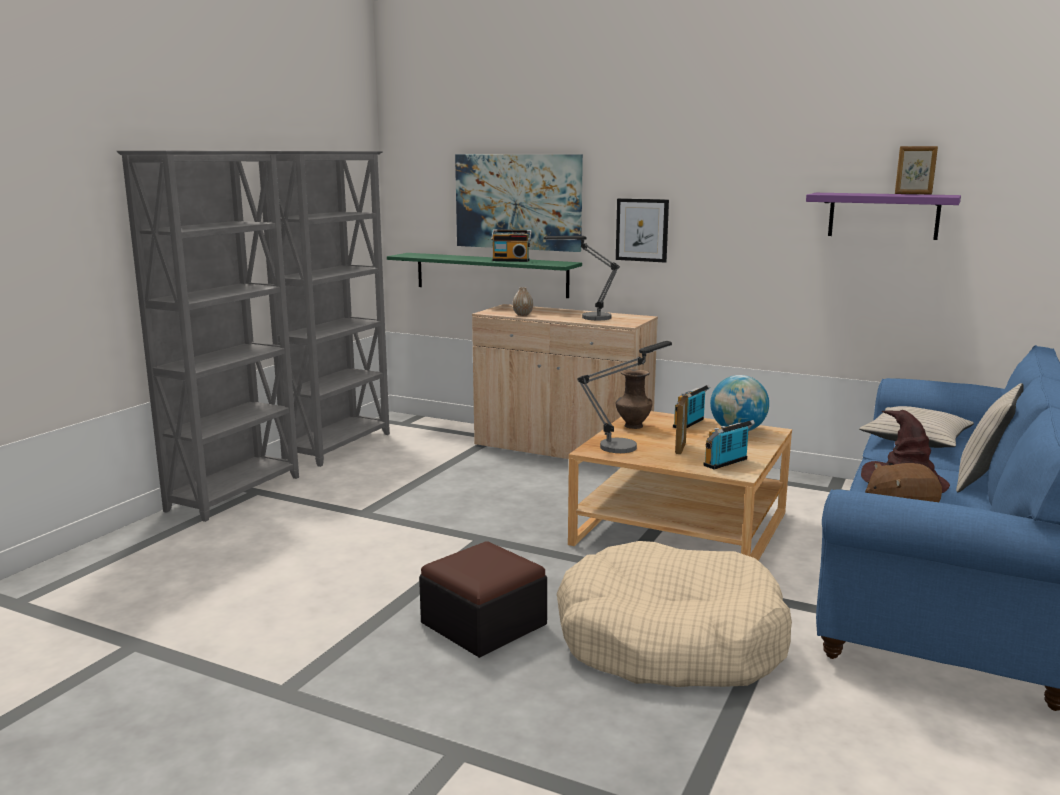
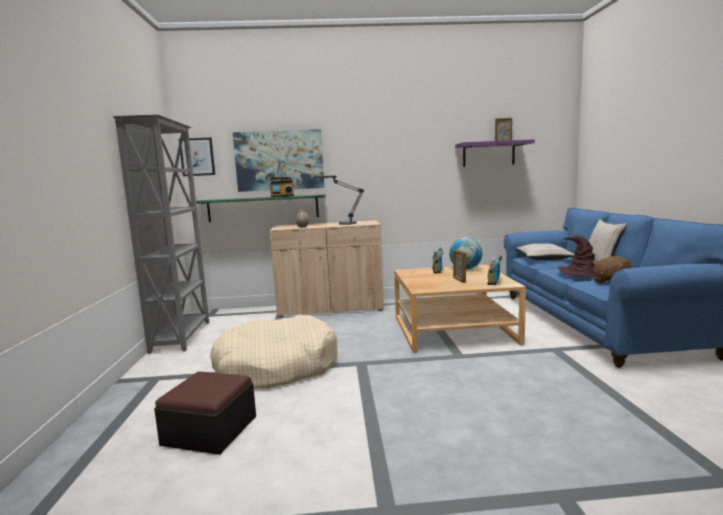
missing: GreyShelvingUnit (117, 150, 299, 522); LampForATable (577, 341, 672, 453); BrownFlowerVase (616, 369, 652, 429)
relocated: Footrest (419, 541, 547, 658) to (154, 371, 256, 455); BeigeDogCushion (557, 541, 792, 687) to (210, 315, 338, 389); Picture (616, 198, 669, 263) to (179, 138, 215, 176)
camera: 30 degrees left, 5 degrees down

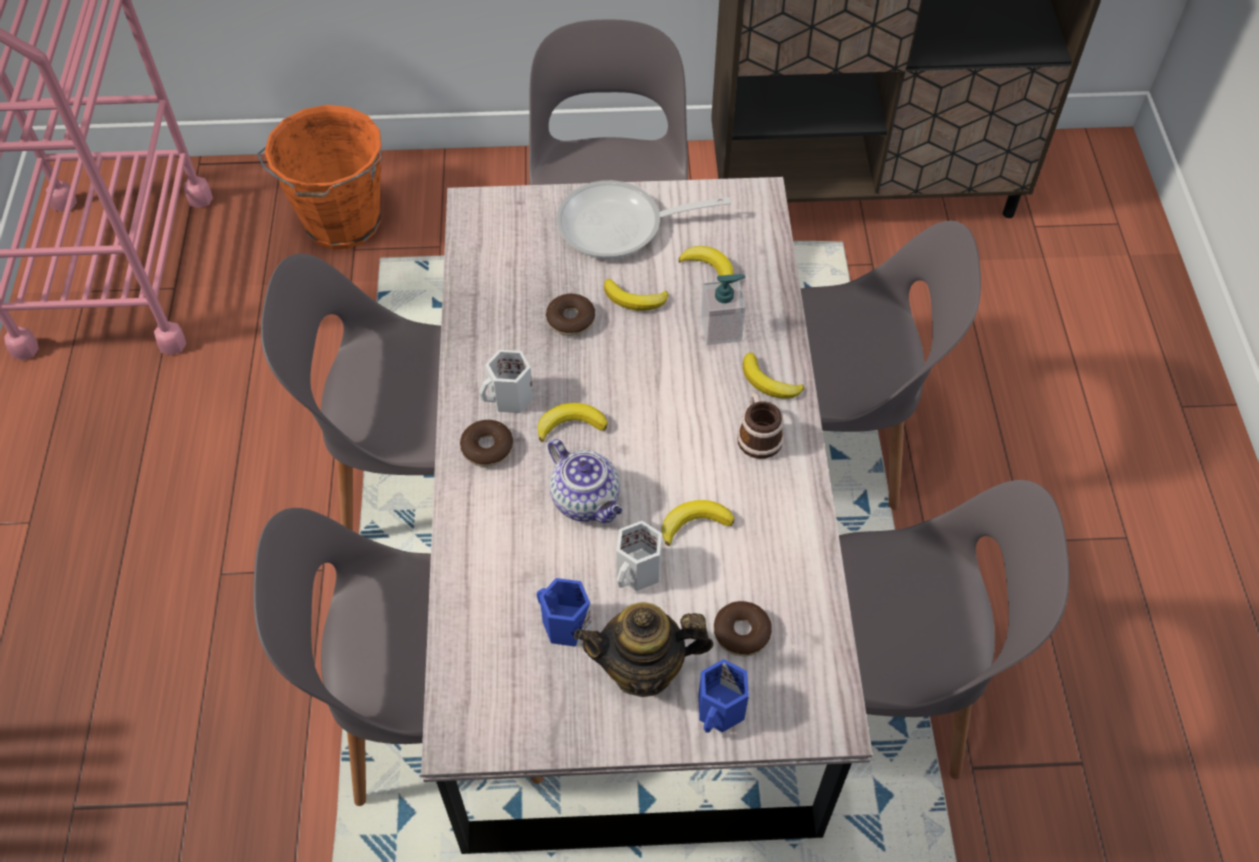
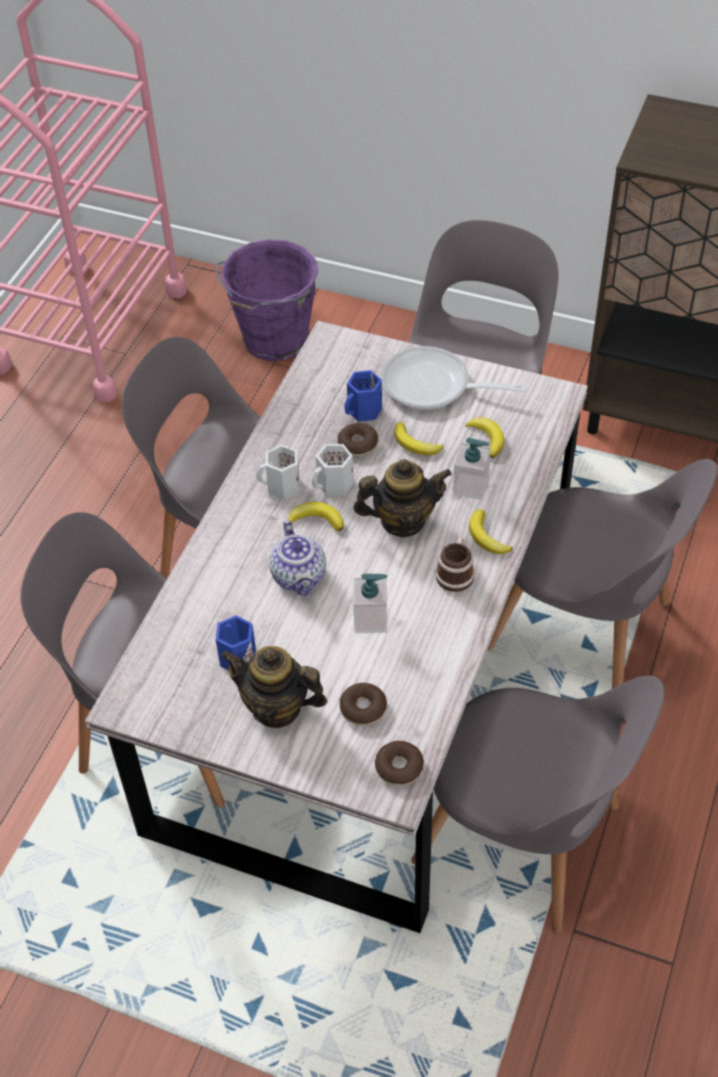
appeared: TeaPot (353, 459, 452, 537)
relocated: Doughnut (460, 420, 513, 467) to (375, 741, 424, 786); WhiteCoffeeMug (616, 521, 662, 591) to (312, 444, 354, 496); BlueColouredCoffeeMug (698, 659, 749, 732) to (344, 370, 382, 422)
exchanged: Banana (662, 500, 734, 546) to SoapDispenser (353, 574, 387, 633)
colour: OrangeyBucket (257, 105, 382, 249) to PurplishBucket (216, 239, 318, 361)
camera: 25 degrees right, 5 degrees down

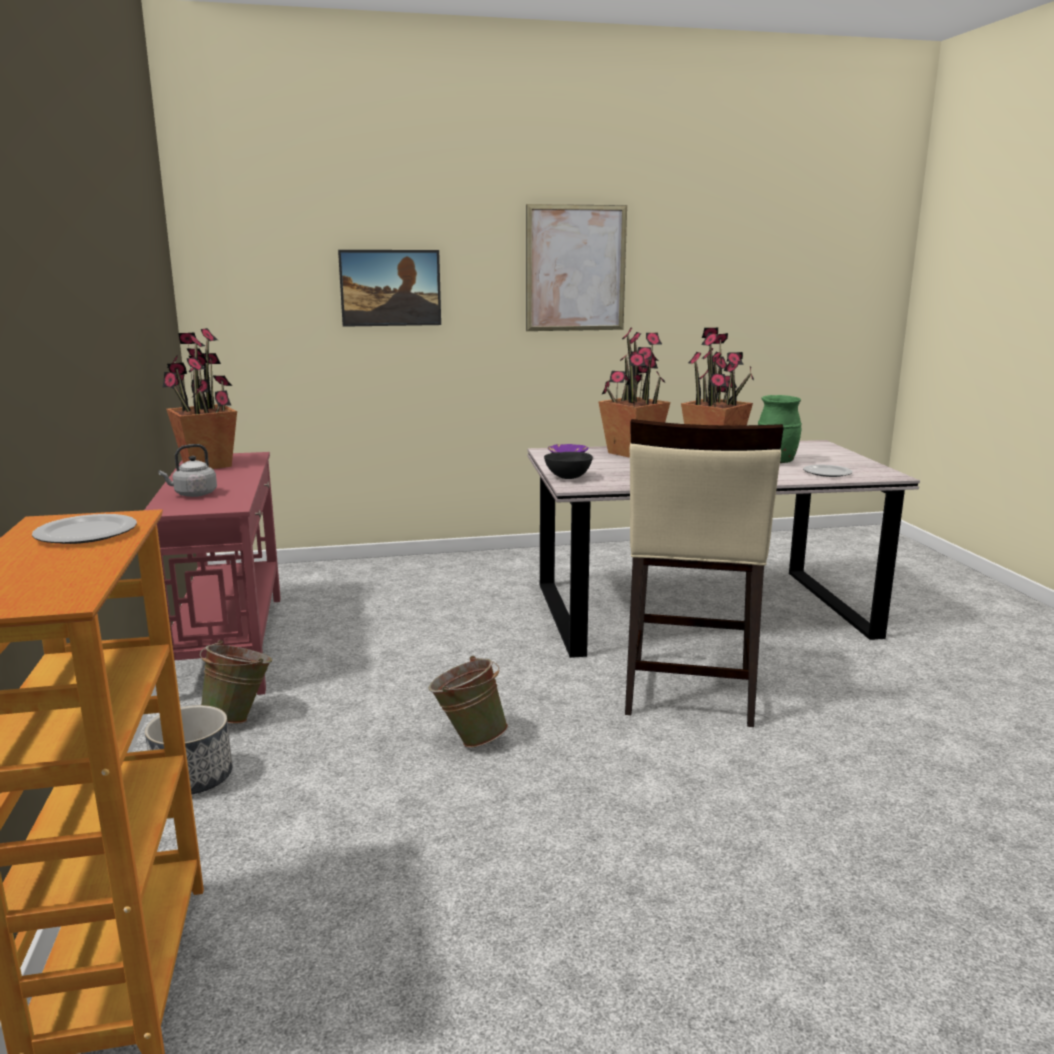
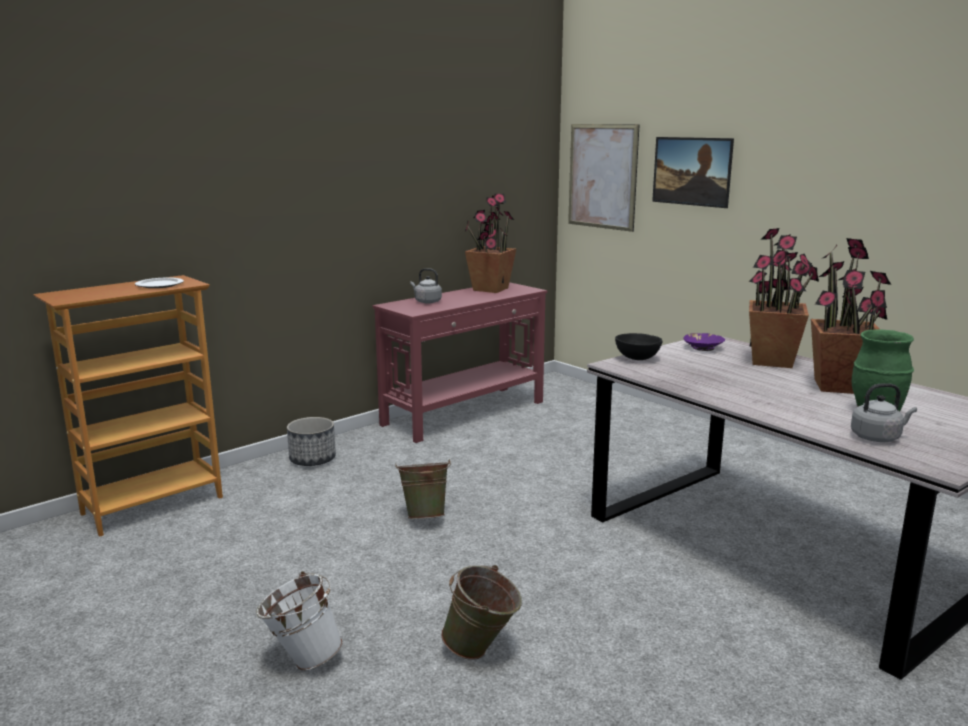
missing: BeigeStoolSeat (625, 419, 784, 727)
appeared: WhiteBucket (256, 571, 343, 670)
relocated: GreenBucket (200, 640, 272, 724) to (441, 565, 522, 660); Picture (526, 204, 627, 331) to (568, 124, 640, 232)
exchanged: DinnerPlate (803, 464, 853, 477) to GreyKettle (851, 383, 917, 442)
camera: 60 degrees right, 0 degrees up

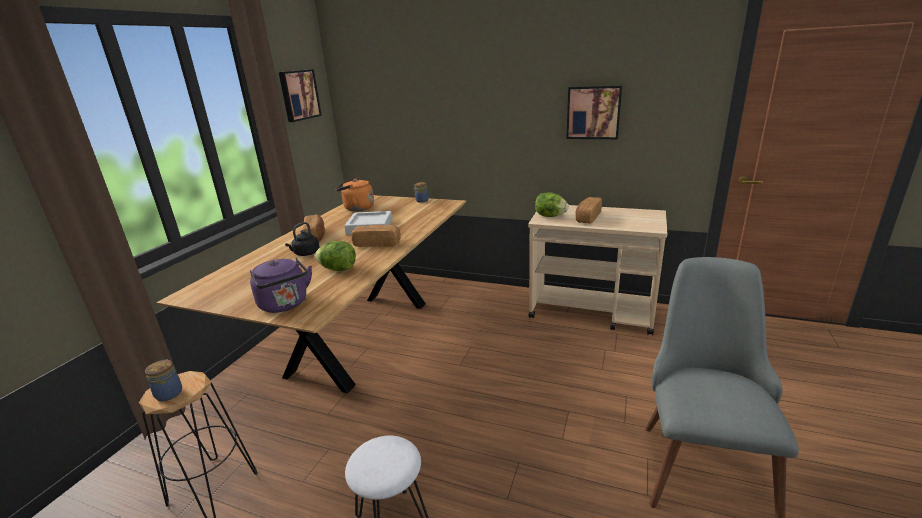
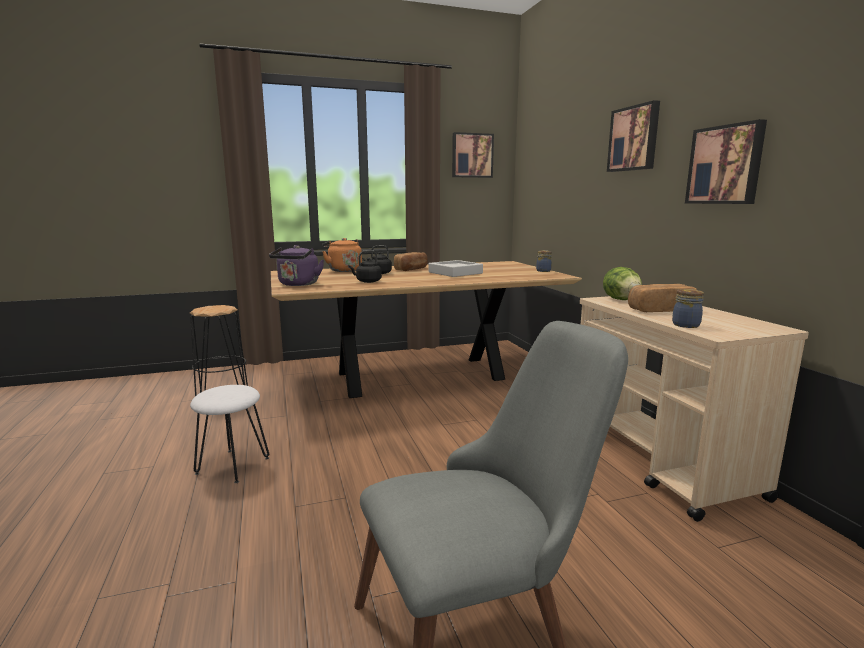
missing: Bread (351, 225, 400, 247)
appeared: Picture (607, 100, 660, 172)
relocated: PreserveJar (145, 360, 182, 401) to (672, 289, 704, 328); OrangeyKettle (336, 177, 374, 211) to (322, 238, 362, 272)
exchanged: Lettuce (315, 241, 356, 271) to BlackKettle (348, 250, 382, 283)
camera: 50 degrees right, 10 degrees down

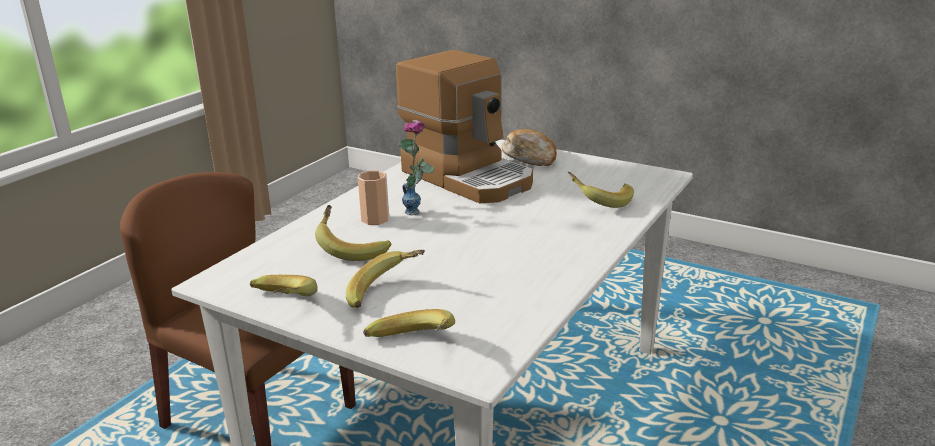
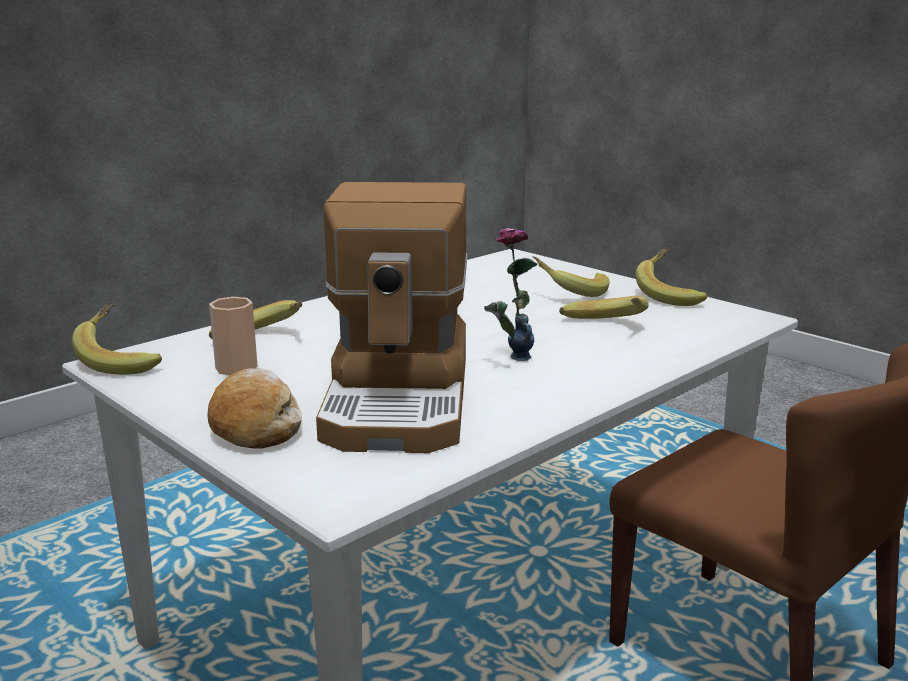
relocated: SmallCup (358, 170, 389, 225) to (209, 297, 258, 375); Banana (363, 309, 455, 337) to (72, 302, 162, 375)
spun: CoffeeBrewer (396, 50, 533, 203) = (316, 182, 467, 453) 150 degrees counterclockwise
camera: 165 degrees left, 5 degrees down

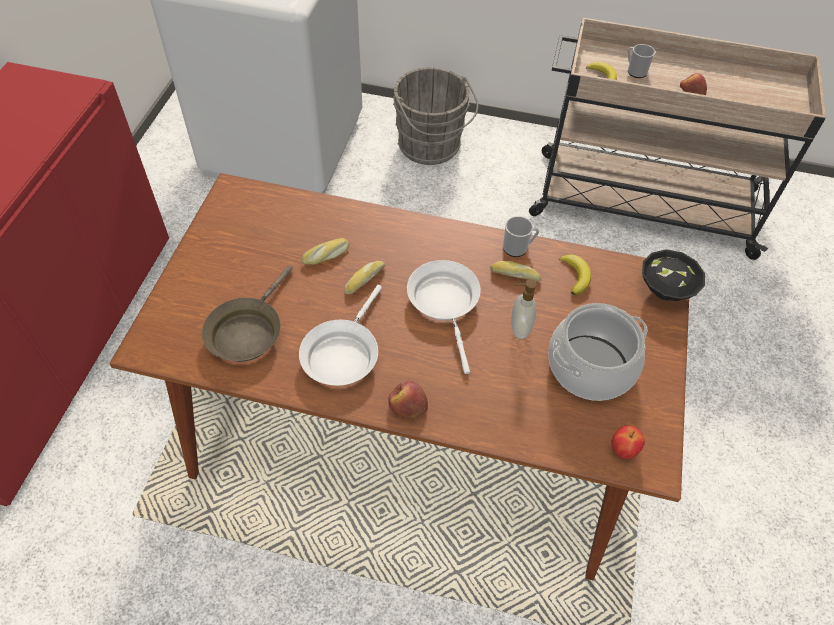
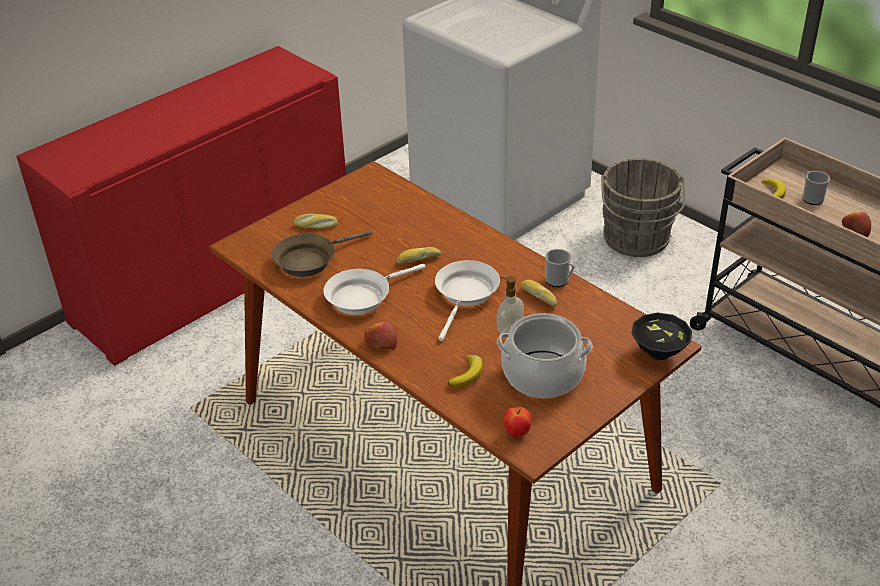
relocated: Bread (301, 238, 349, 265) to (294, 214, 338, 229); Banana (559, 255, 591, 296) to (448, 355, 483, 388)
camera: 35 degrees right, 15 degrees down

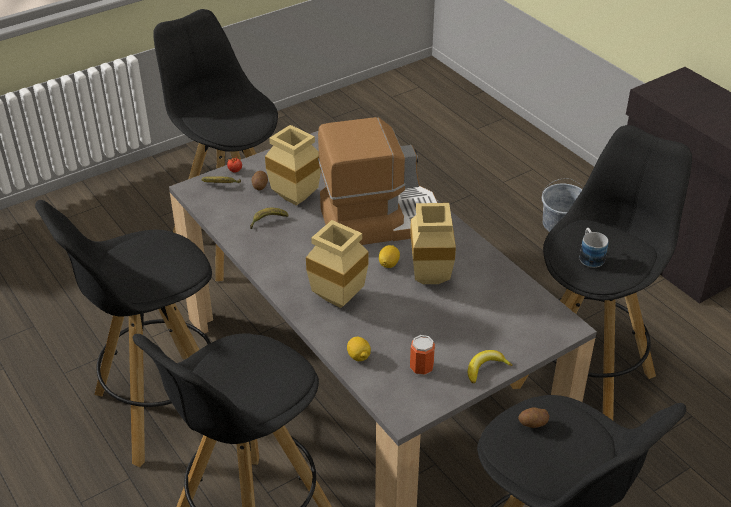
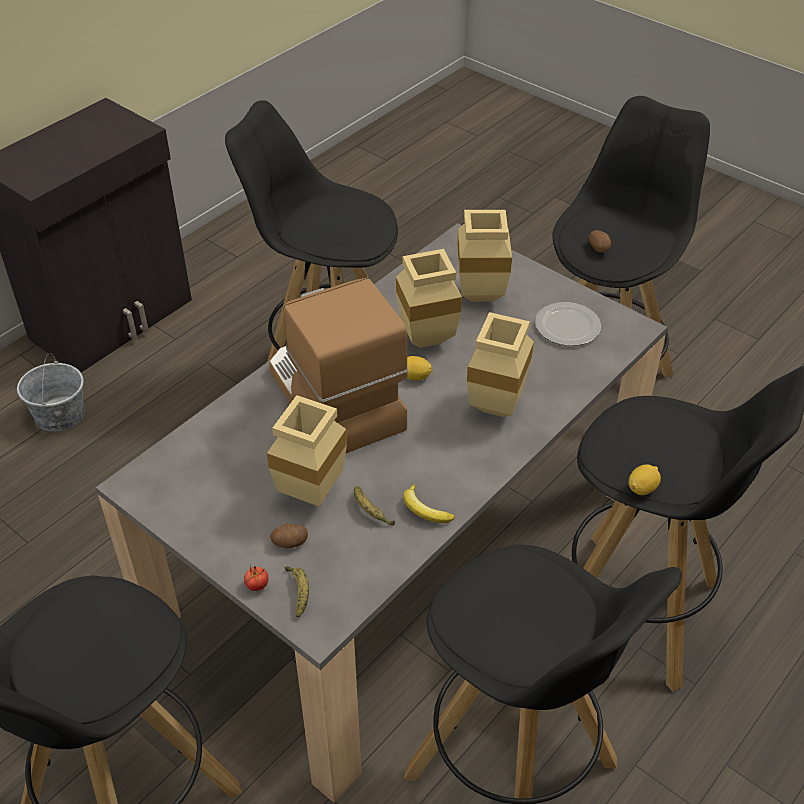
missing: CoffeeMug (580, 228, 608, 268)
appeared: BeigeFlowerVase (457, 210, 512, 302)
relocated: Lemon (347, 337, 371, 361) to (629, 465, 661, 495); Banana (468, 350, 512, 383) to (403, 484, 455, 523)
exchanged: MetalCan (410, 335, 435, 375) to DinnerPlate (535, 302, 601, 346)
camera: 105 degrees left, 5 degrees up

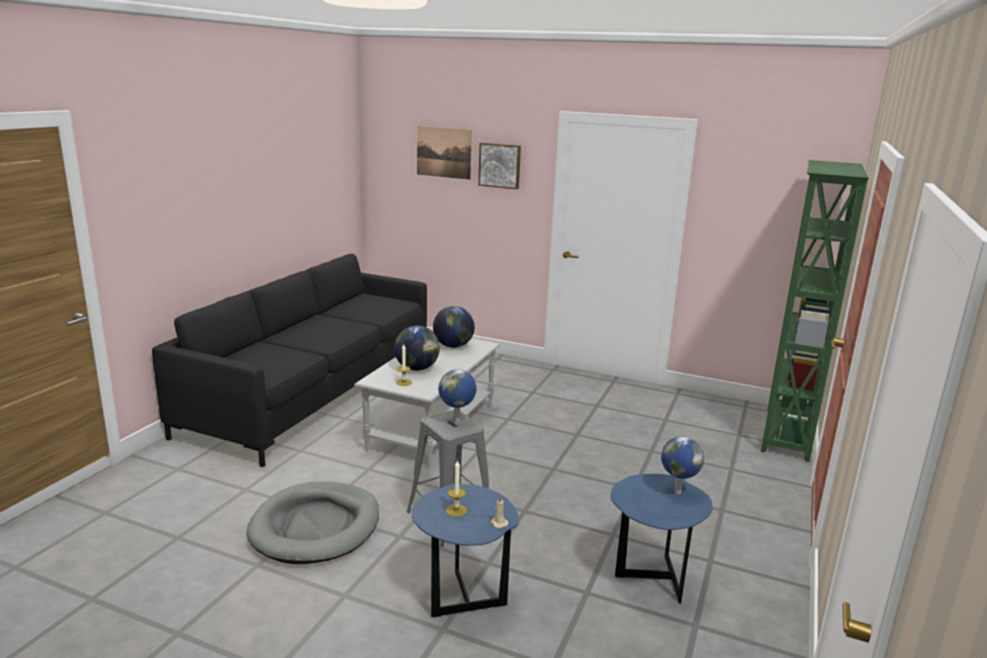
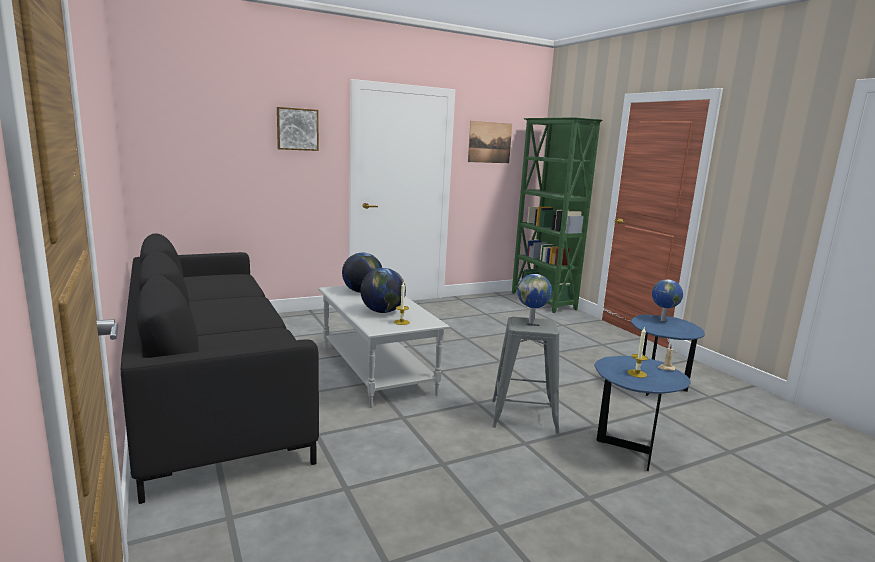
missing: GreyDogCushion (247, 481, 379, 564)
relocated: Picture (417, 126, 472, 180) to (468, 121, 512, 163)
camera: 50 degrees left, 5 degrees down

